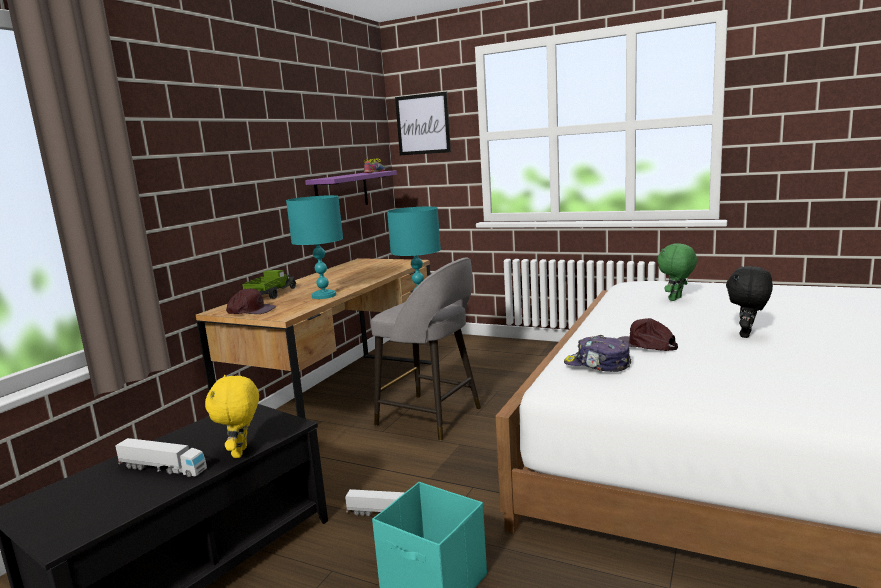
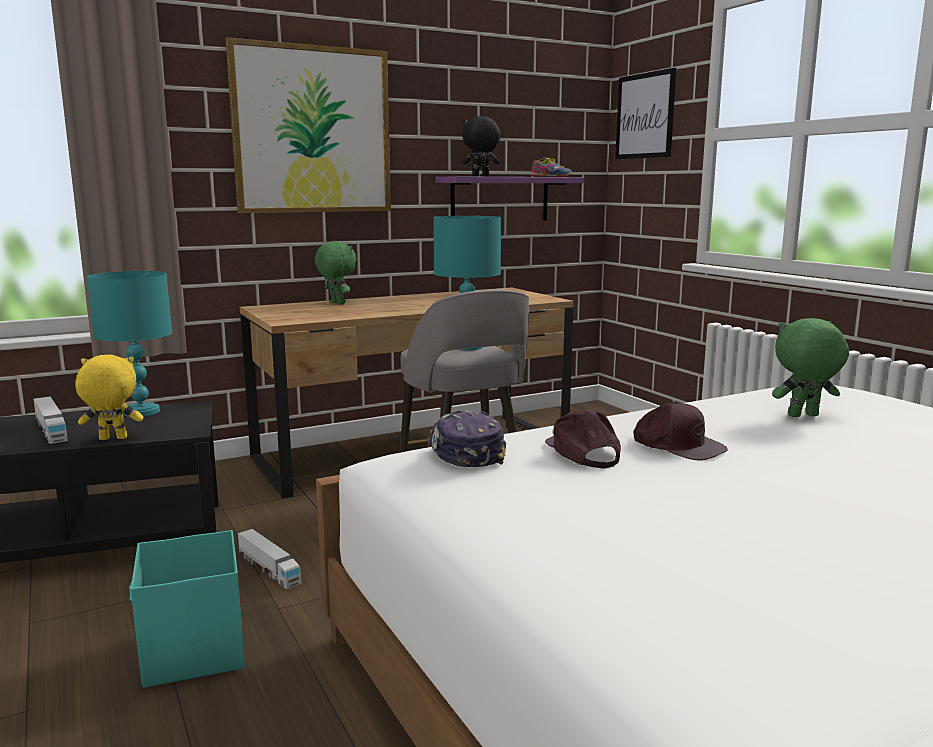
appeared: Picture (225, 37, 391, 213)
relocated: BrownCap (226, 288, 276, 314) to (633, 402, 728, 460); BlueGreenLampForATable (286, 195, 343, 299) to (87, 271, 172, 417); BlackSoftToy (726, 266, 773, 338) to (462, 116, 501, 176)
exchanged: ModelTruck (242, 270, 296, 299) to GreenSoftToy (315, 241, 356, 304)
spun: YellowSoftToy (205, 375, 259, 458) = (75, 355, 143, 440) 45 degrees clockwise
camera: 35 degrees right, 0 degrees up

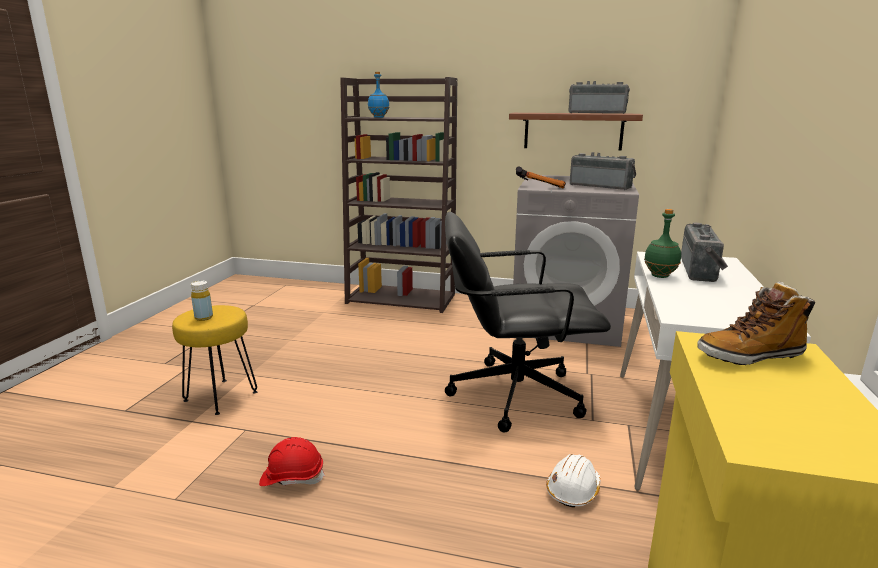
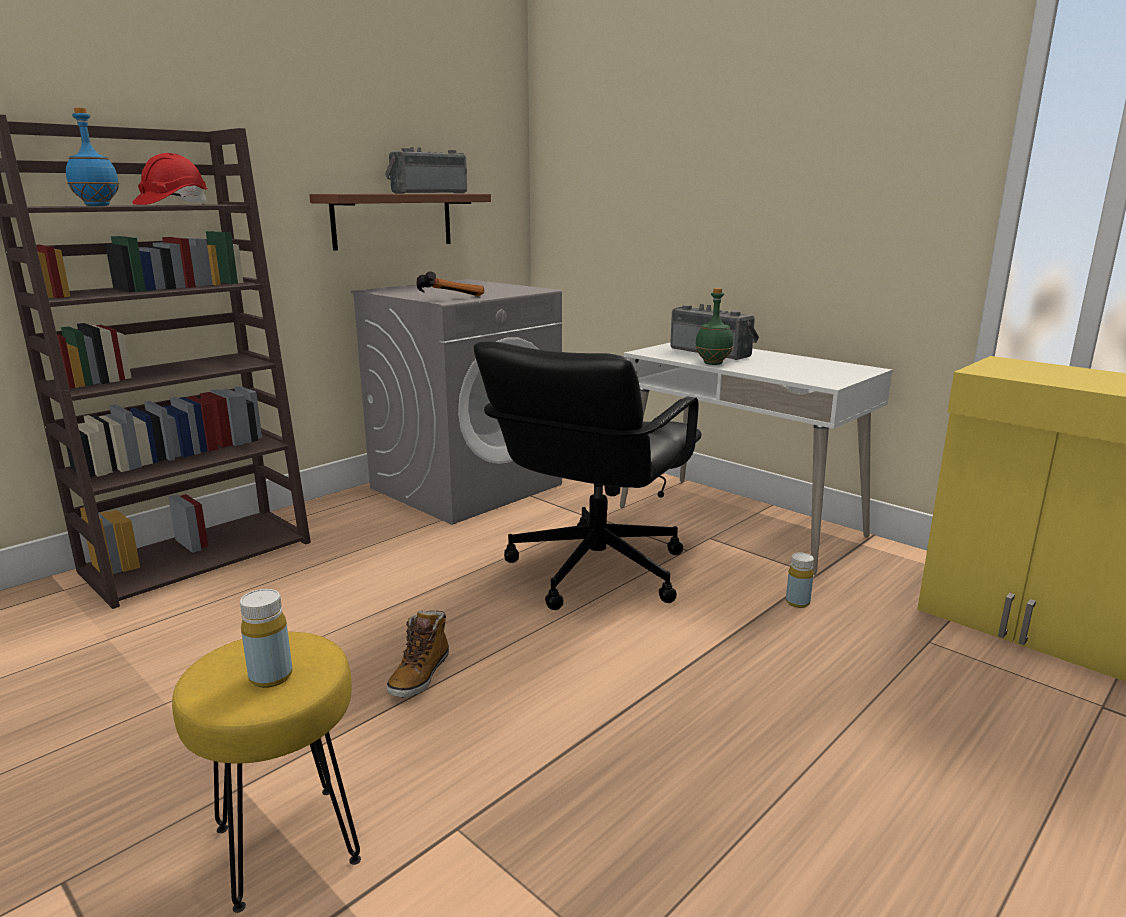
missing: Radio (570, 152, 636, 190)
relocated: RedColouredSafetyHelmet (259, 437, 325, 486) to (132, 153, 207, 205); Boot (697, 281, 815, 365) to (387, 610, 449, 698)
exchanged: WhiteSafetyHelmet (546, 454, 601, 508) to YellowBeverageBottle (786, 552, 814, 608)
camera: 60 degrees left, 0 degrees up

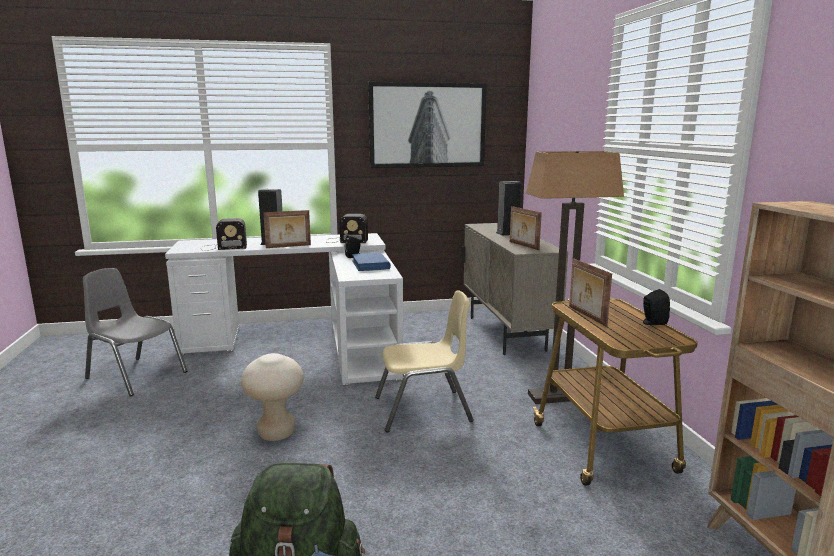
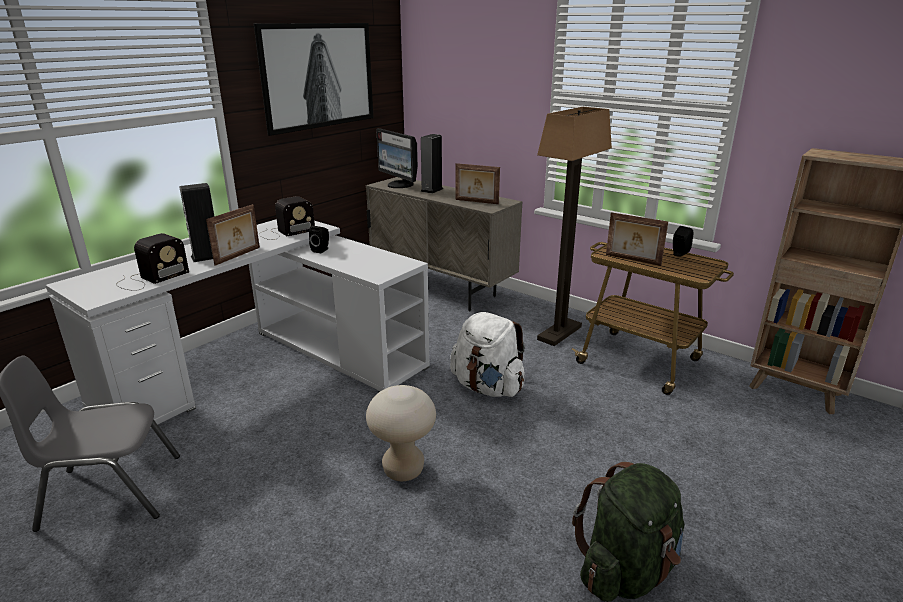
missing: BlueColouredBook (352, 253, 391, 271)
appeared: ComputerScreen (376, 128, 418, 188)
exchanged: BeigeUprightChair (375, 290, 474, 432) to WhiteRucksack (450, 312, 525, 397)
camera: 40 degrees left, 10 degrees up

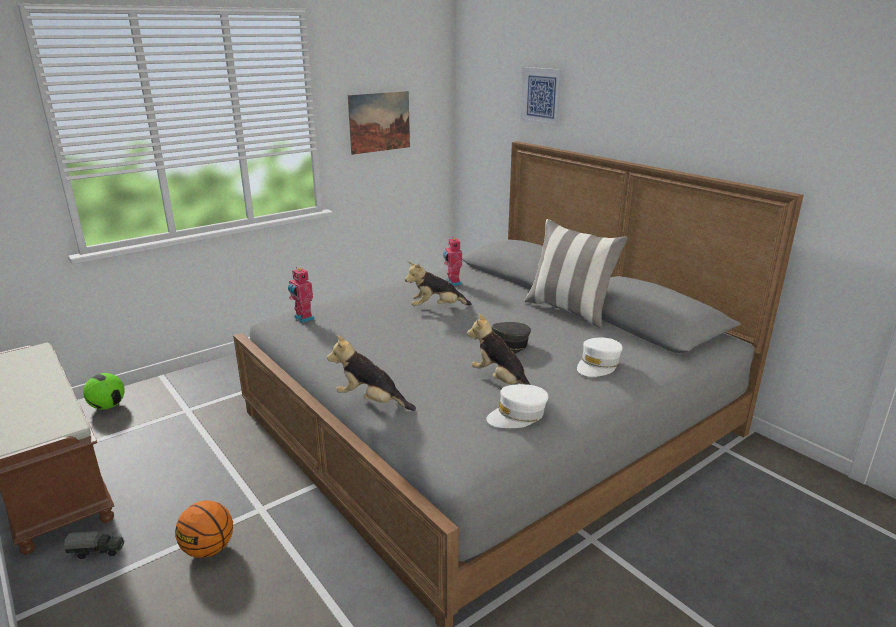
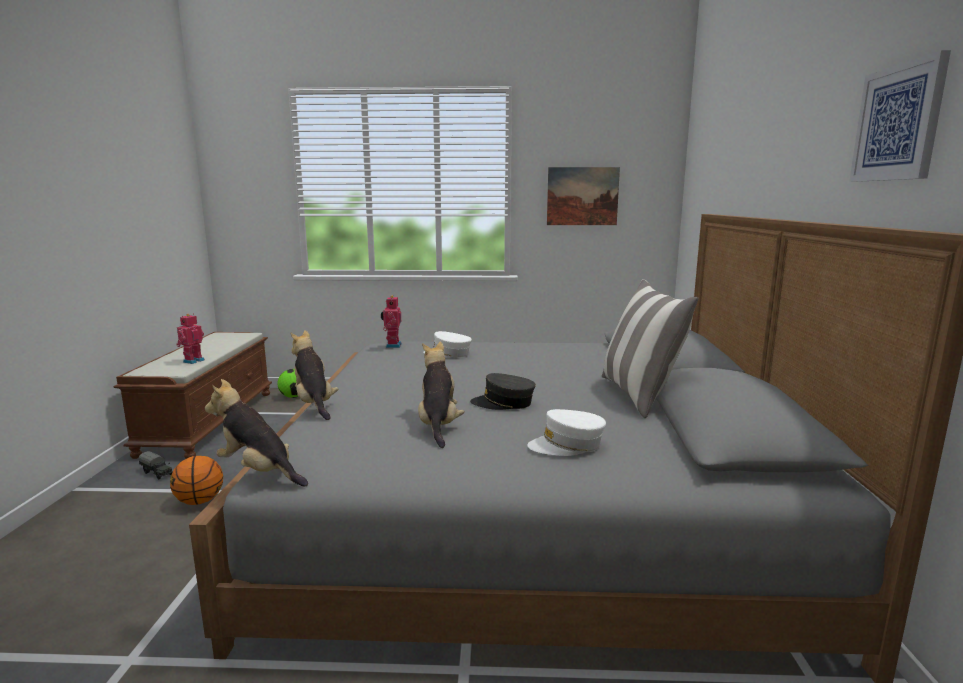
relocated: SoftToy (405, 261, 472, 306) to (205, 379, 308, 487); ToyRobot (443, 238, 462, 286) to (176, 313, 205, 364); WhiteCap (486, 384, 548, 428) to (423, 331, 472, 357); Picture (521, 67, 565, 127) to (849, 50, 951, 182)
camera: 40 degrees right, 10 degrees down

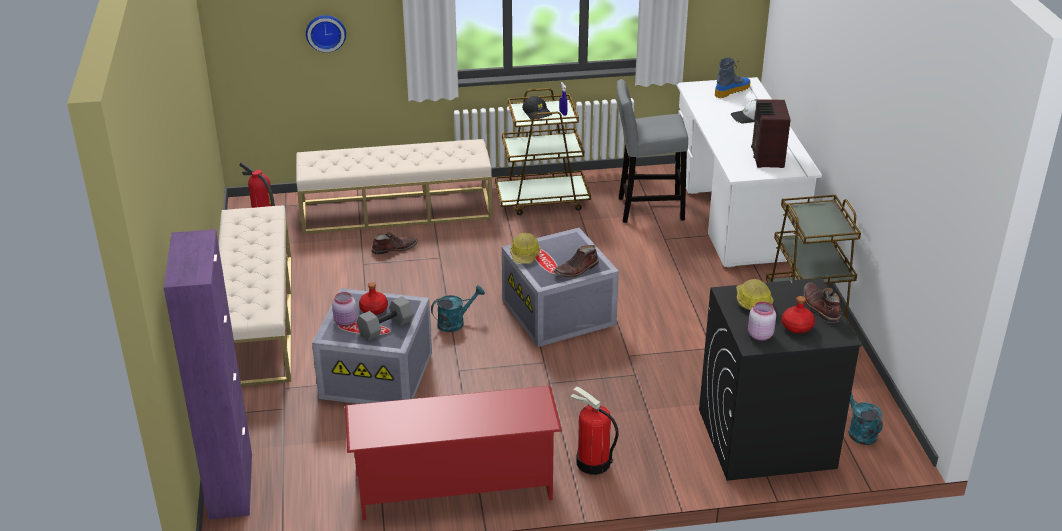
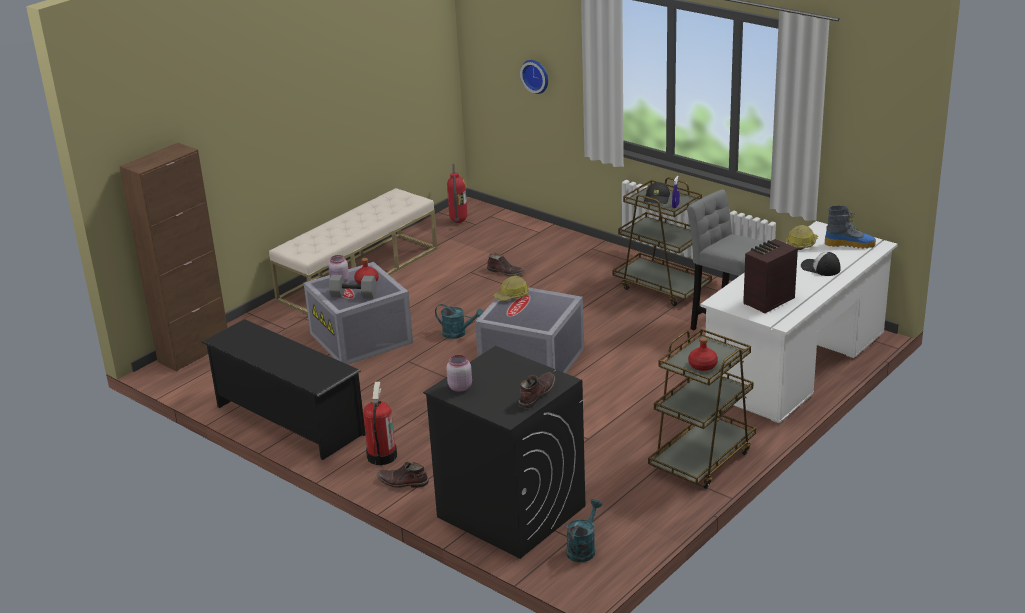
missing: BeigeIndoorBench (296, 139, 493, 234)
relocated: BrownBoot (554, 245, 599, 277) to (377, 461, 429, 488); SafetyHelmet (736, 279, 773, 310) to (786, 225, 818, 250); RedColouredBeverageBottle (782, 296, 815, 333) to (688, 337, 718, 371)
colour: PurplishStorageCabinet (164, 229, 252, 520) to BrownStorageCabinet (119, 143, 227, 372); RedColouredShoeStand (345, 386, 562, 520) to BlackShoeStand (202, 319, 366, 460)
camera: 50 degrees right, 5 degrees down

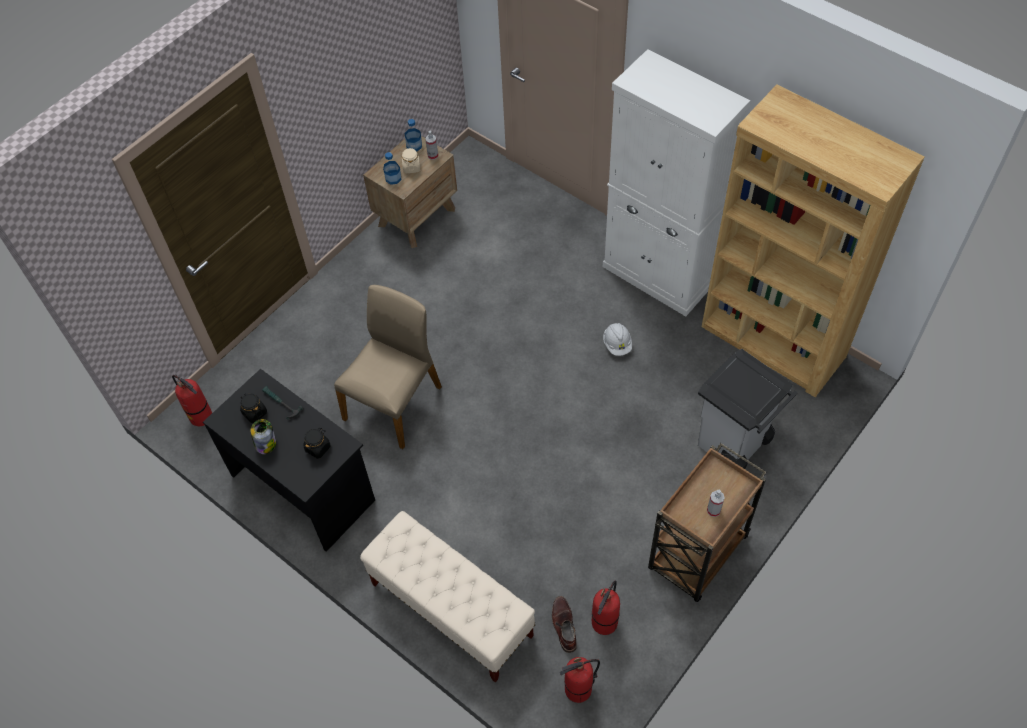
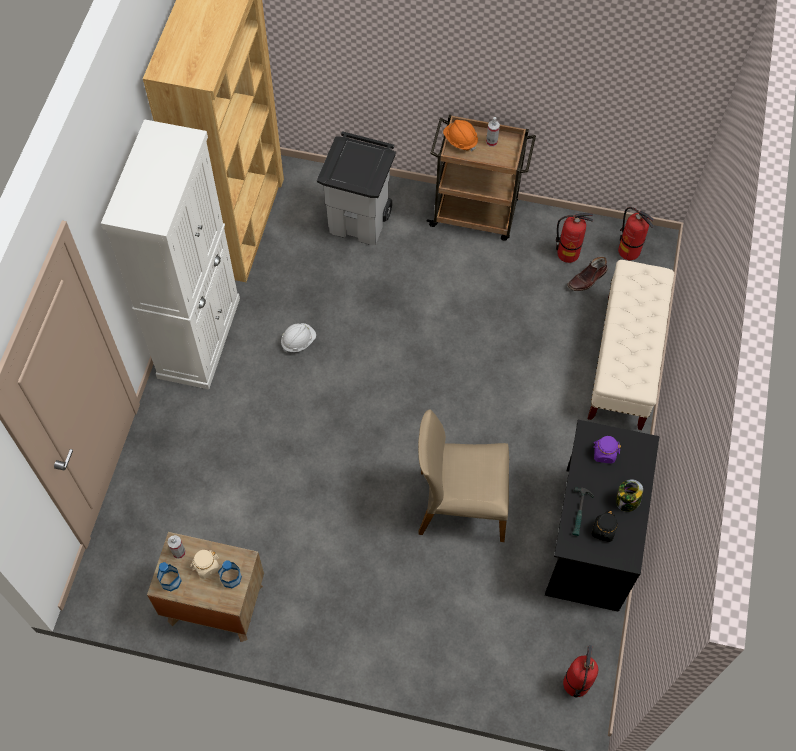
appeared: OrangeySafetyHelmet (443, 120, 478, 151)
colour: BlackPreserveJar (304, 428, 330, 459) to PurplishPreserveJar (593, 436, 621, 464)
camera: 120 degrees left, 5 degrees up

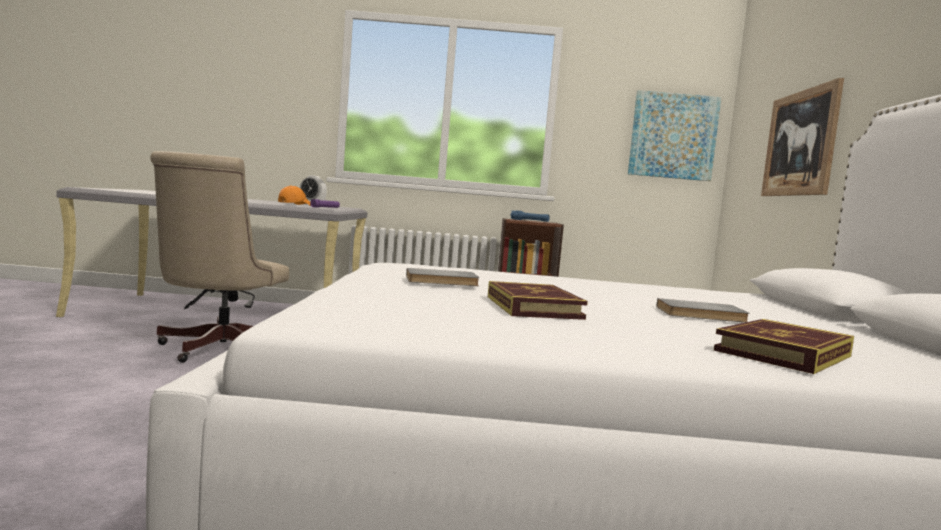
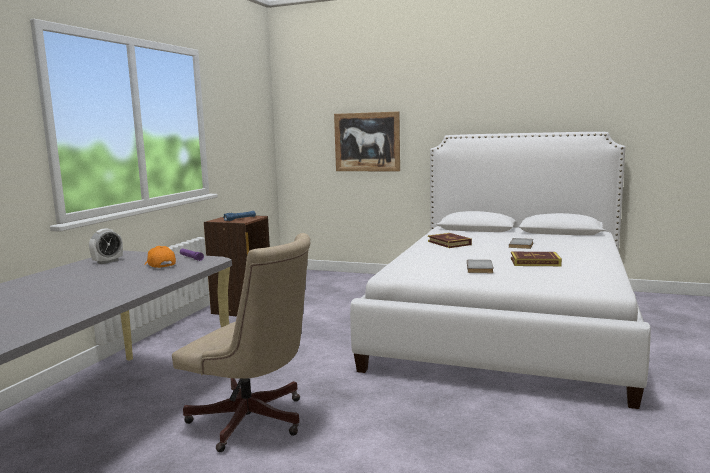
missing: Picture (628, 90, 721, 181)
relocated: Book (714, 319, 854, 374) to (428, 233, 472, 248)
camera: 70 degrees left, 5 degrees up

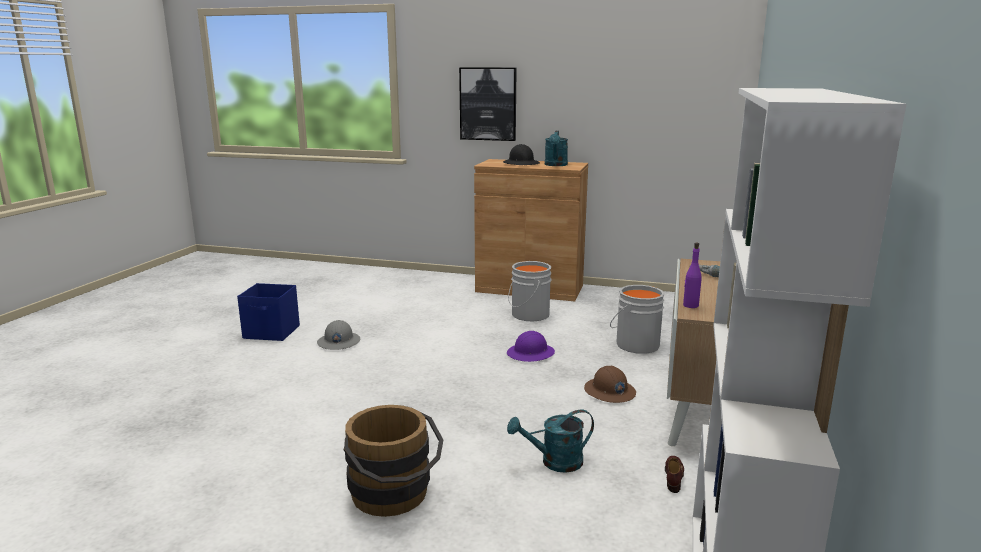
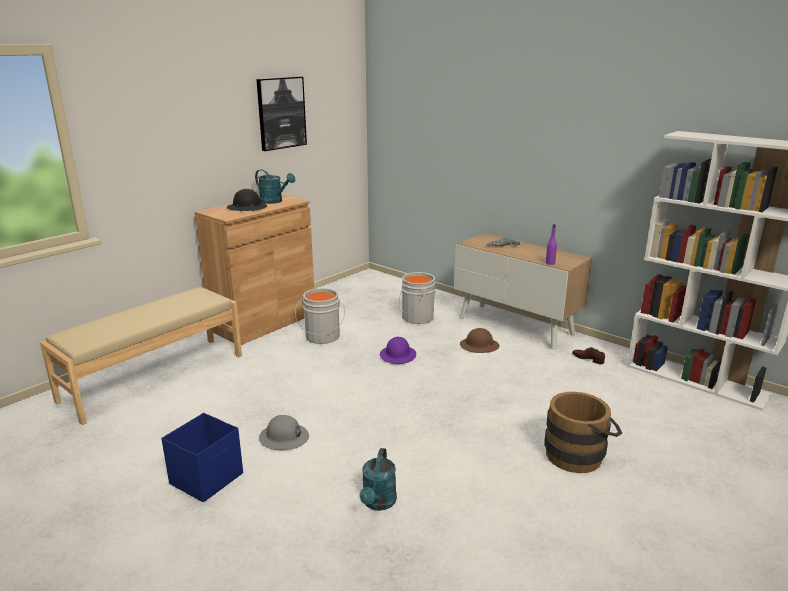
appeared: BeigeIndoorBench (40, 287, 242, 425)
relocated: Picture (459, 68, 517, 141) to (256, 77, 307, 151); BlueGreenWateringCan (507, 409, 594, 473) to (360, 448, 397, 511)
camera: 65 degrees left, 5 degrees up

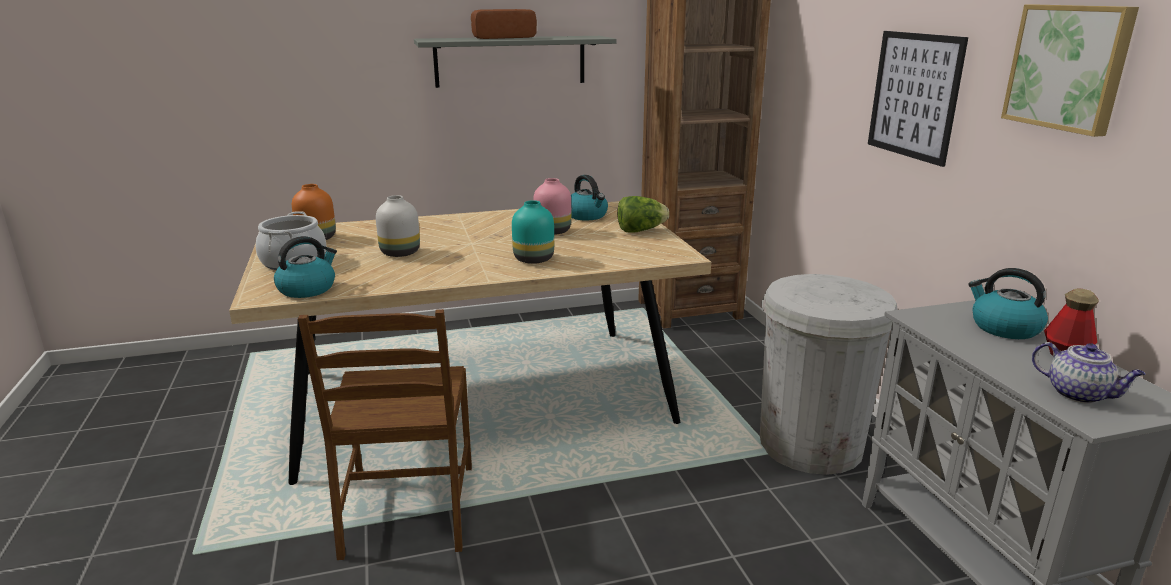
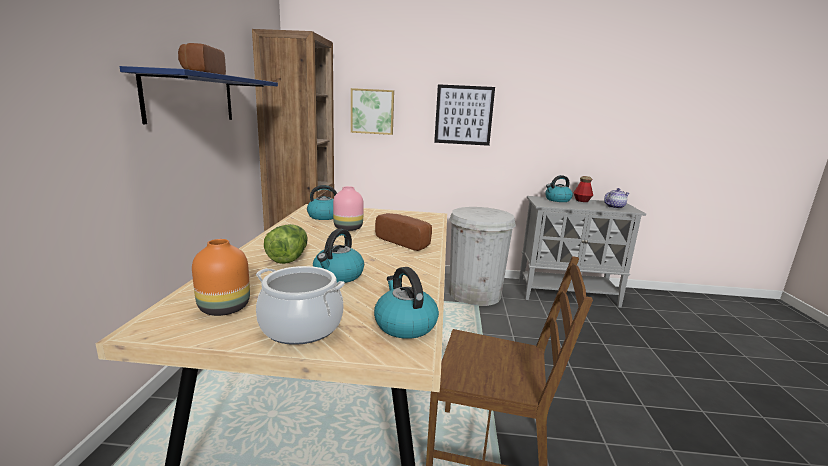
relocated: Lettuce (617, 196, 669, 233) to (264, 224, 308, 264); Picture (1001, 5, 1139, 137) to (351, 88, 394, 135)
exchanged: WhiteFlowerVase (376, 195, 420, 257) to Kettle (313, 229, 364, 283); BlueGreenFlowerVase (512, 200, 554, 264) to Bread (375, 213, 432, 251)
colour: GreyBracketShelf (414, 36, 616, 88) to BlueColouredBracketShelf (120, 66, 278, 124)
camera: 70 degrees left, 5 degrees down

